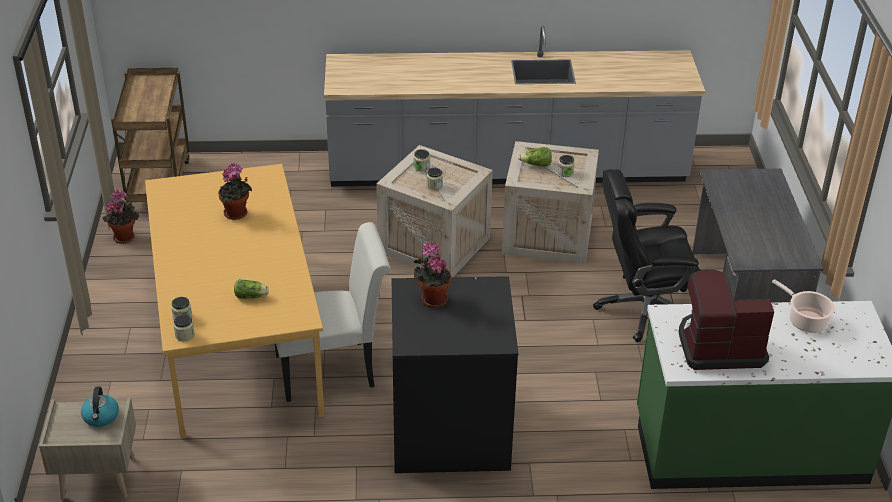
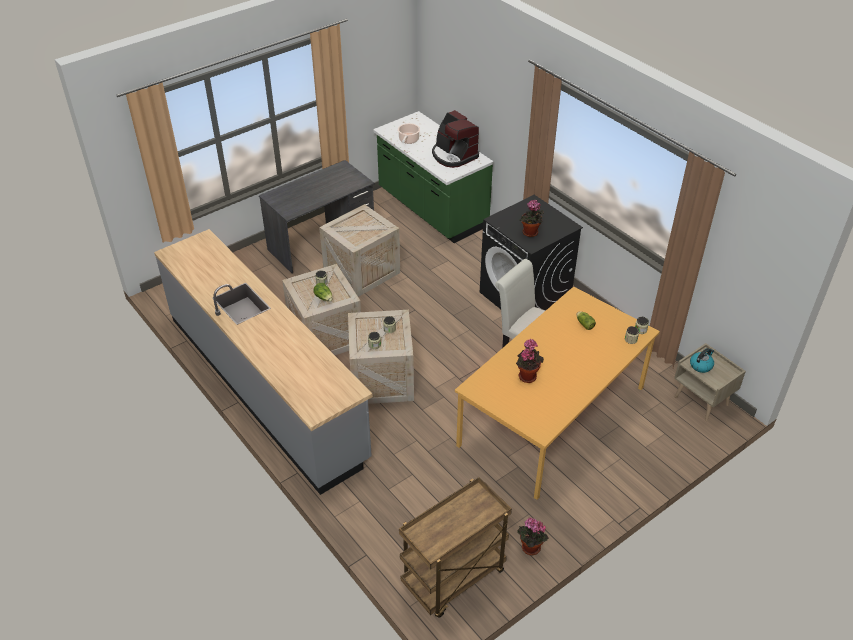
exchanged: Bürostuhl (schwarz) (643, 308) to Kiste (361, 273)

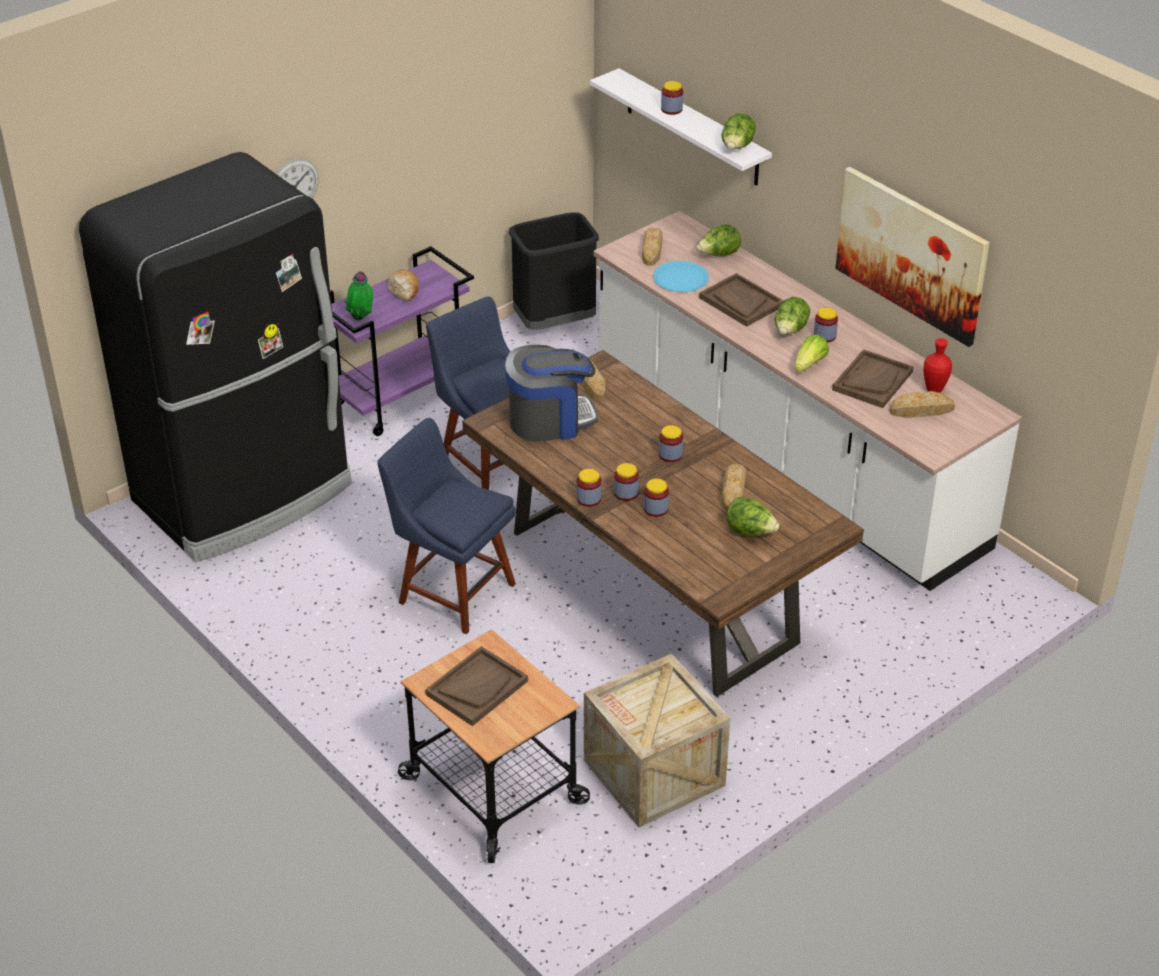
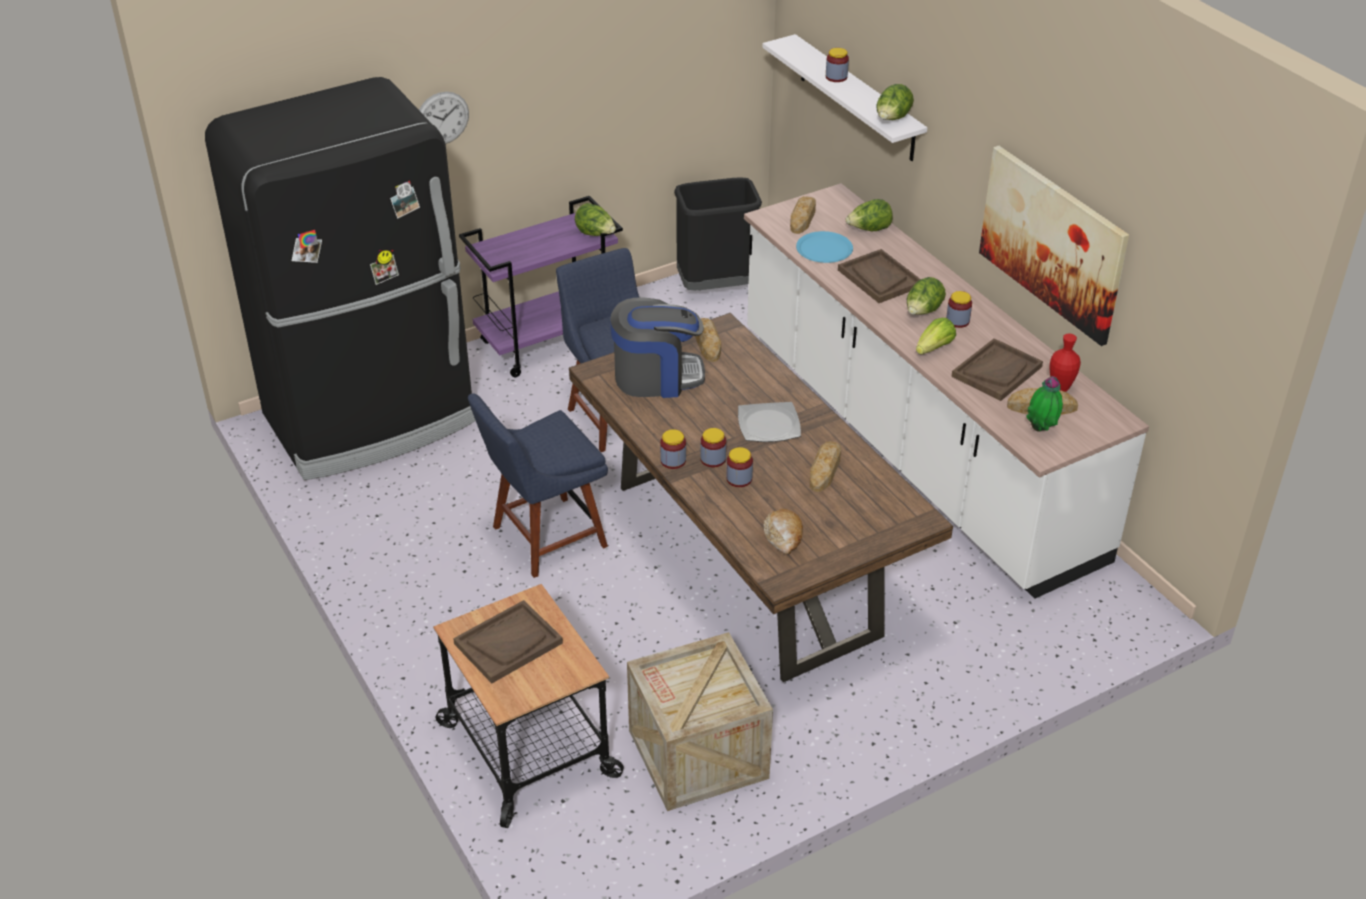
relocated: Brot (404, 290) to (783, 536); Topfpflanze (361, 319) to (1041, 430); Salatkopf (750, 531) to (595, 234)
exchanged: Vorratsglas (670, 455) to Teller (769, 425)
spun: Stuhl (blau) (452, 591) = (544, 539) 75 degrees counterclockwise

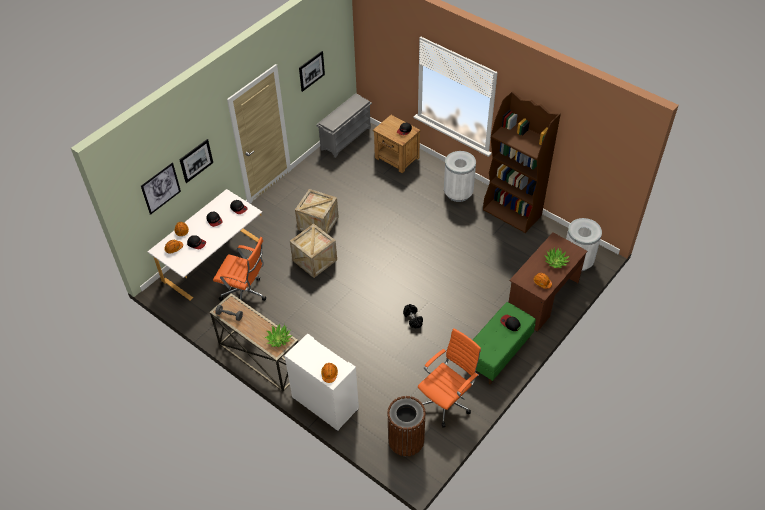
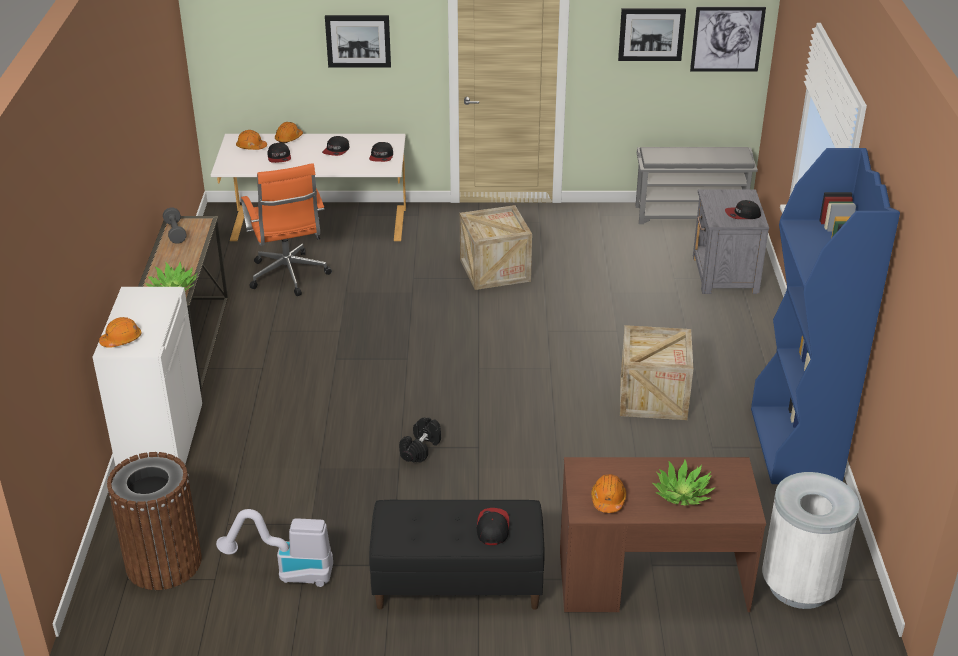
missing: Mülleimer (weiß) (458, 193)
relocated: Bild (161, 188) to (727, 39); Kiste (314, 260) to (653, 397)
exchanged: Bürostuhl (orange) (447, 402) to Staubsauger (286, 572)
colour: Bücherregal (braun) (512, 213) to Bücherregal (blau) (795, 446); Nachttisch (braun) (397, 158) to Nachttisch (grau) (724, 275); Bank (grün) (497, 353) to Bank (schwarz) (457, 584)

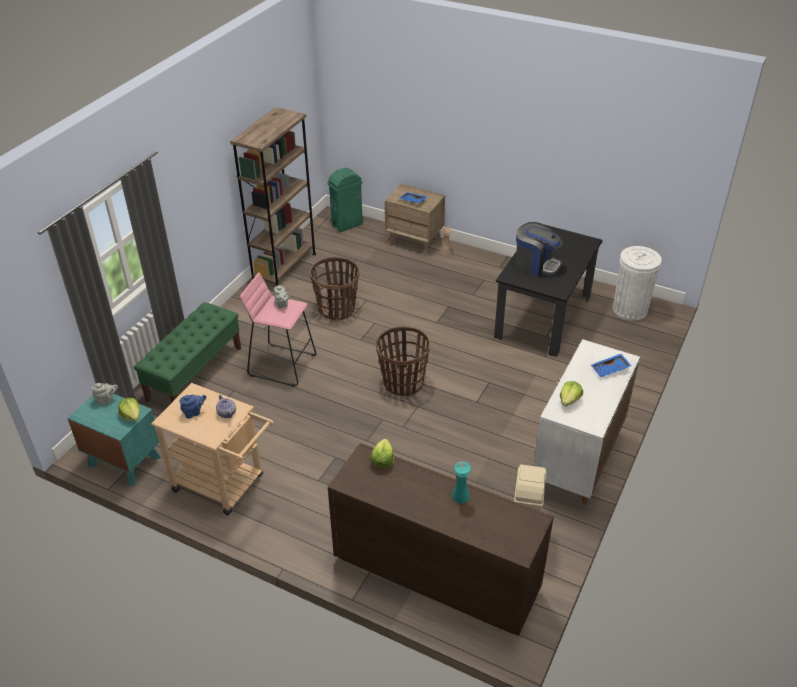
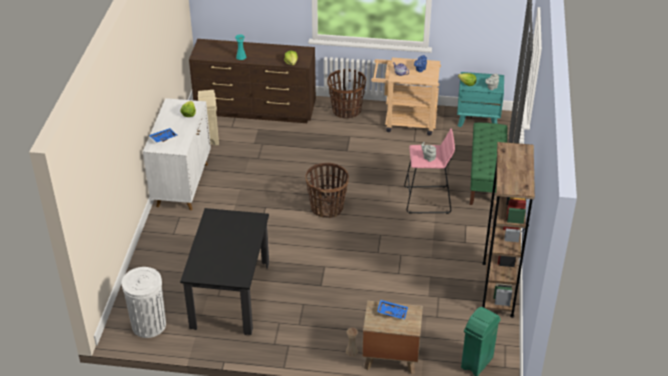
missing: Kaffeemaschine (536, 264)
relocated: Korb (337, 309) to (346, 110)

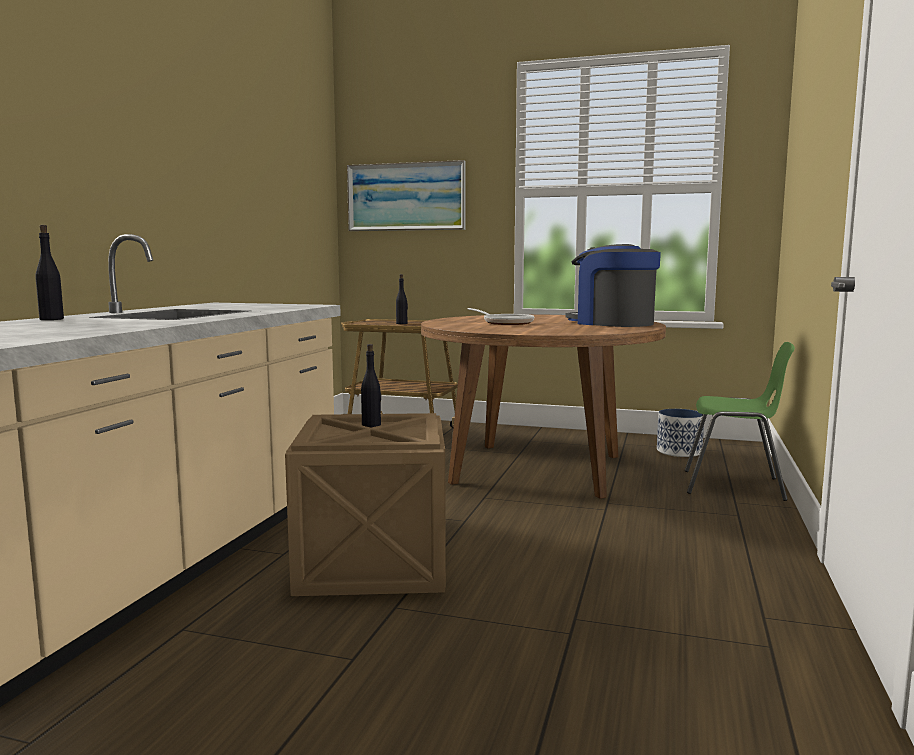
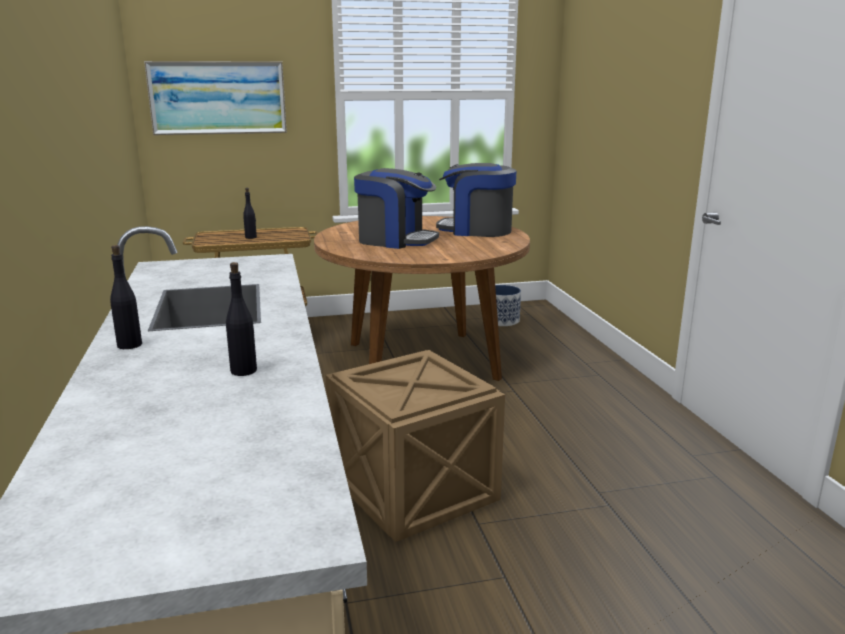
missing: Stuhl (grün) (734, 486)
relocated: Flasche (schwarz) (371, 425) to (244, 371)
exchanged: Pfanne (505, 323) to Kaffeemaschine (395, 240)

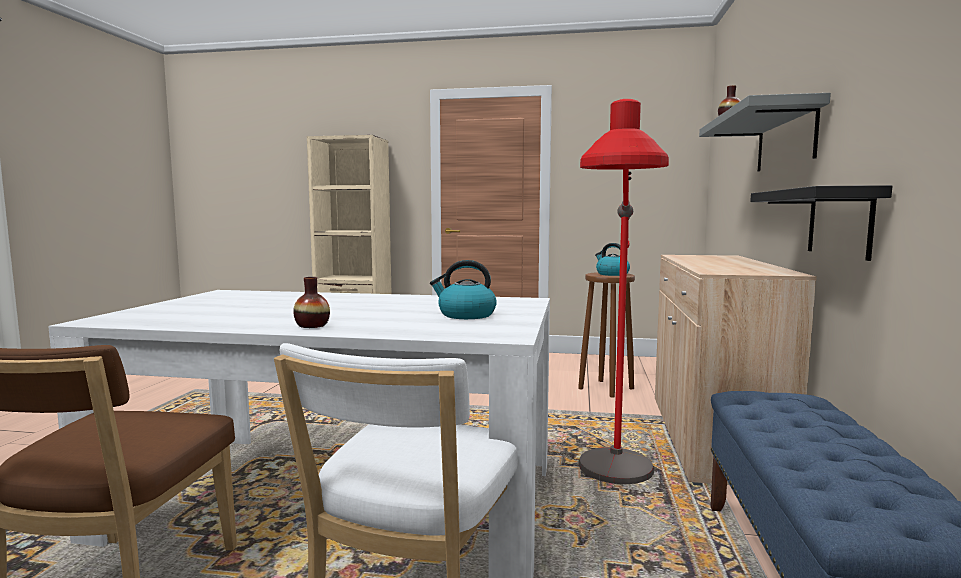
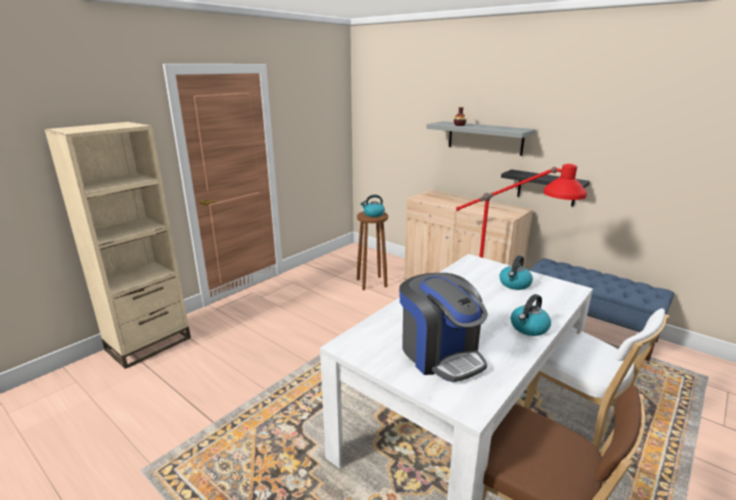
appeared: Kaffeemaschine (440, 354)
exchanged: Vase (312, 325) to Wasserkessel (529, 328)

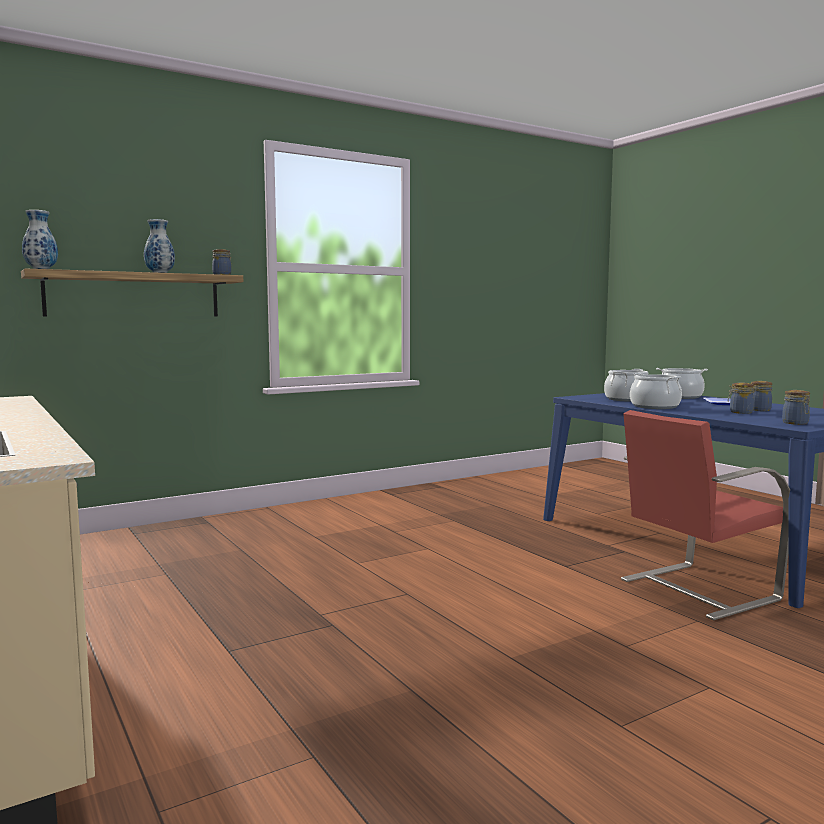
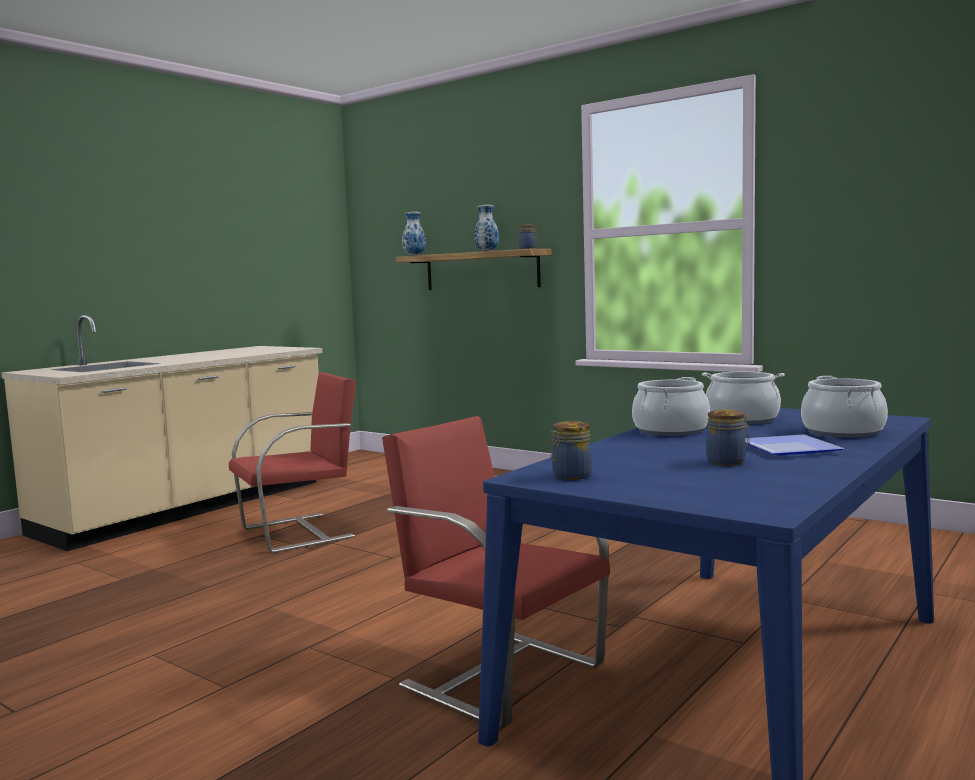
missing: Vorratsglas (740, 412)
appeared: Stuhl (rot) (300, 532)

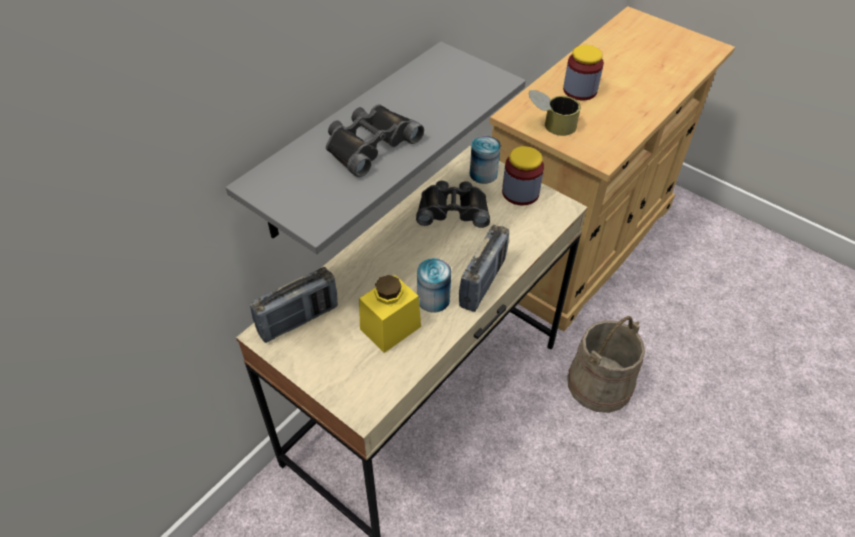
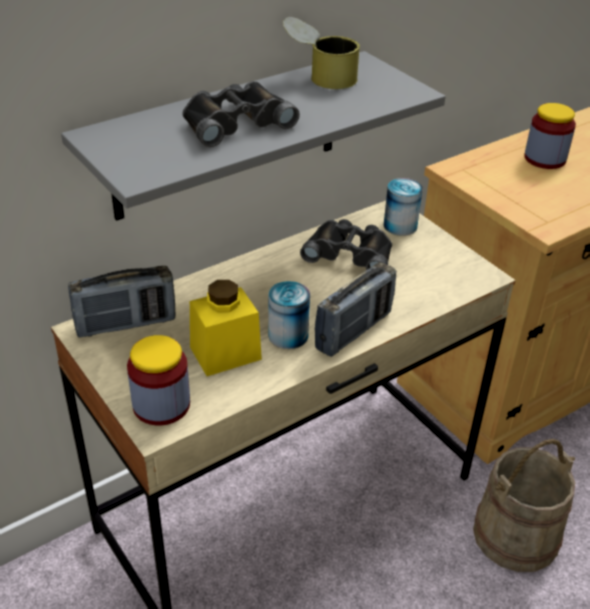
relocated: Dose (550, 125) to (320, 77); Vorratsglas (520, 193) to (161, 405)

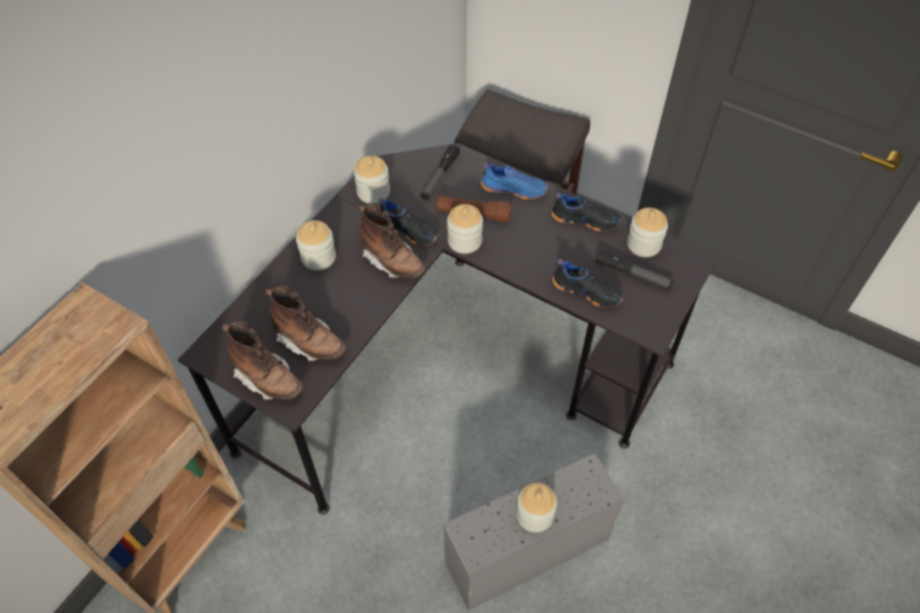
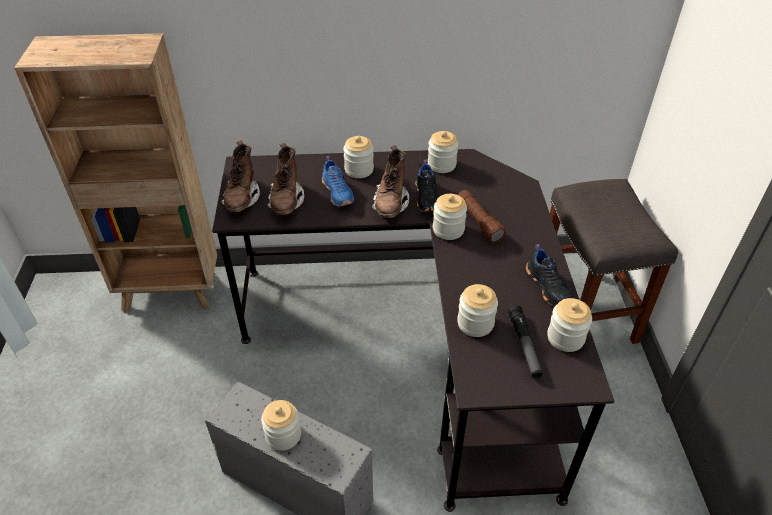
missing: Taschenlampe (439, 177)
relocated: Schuh (blau) (514, 188) to (338, 192)
exchanged: Schuh (schwarz) (587, 290) to Vorratsglas (475, 323)

